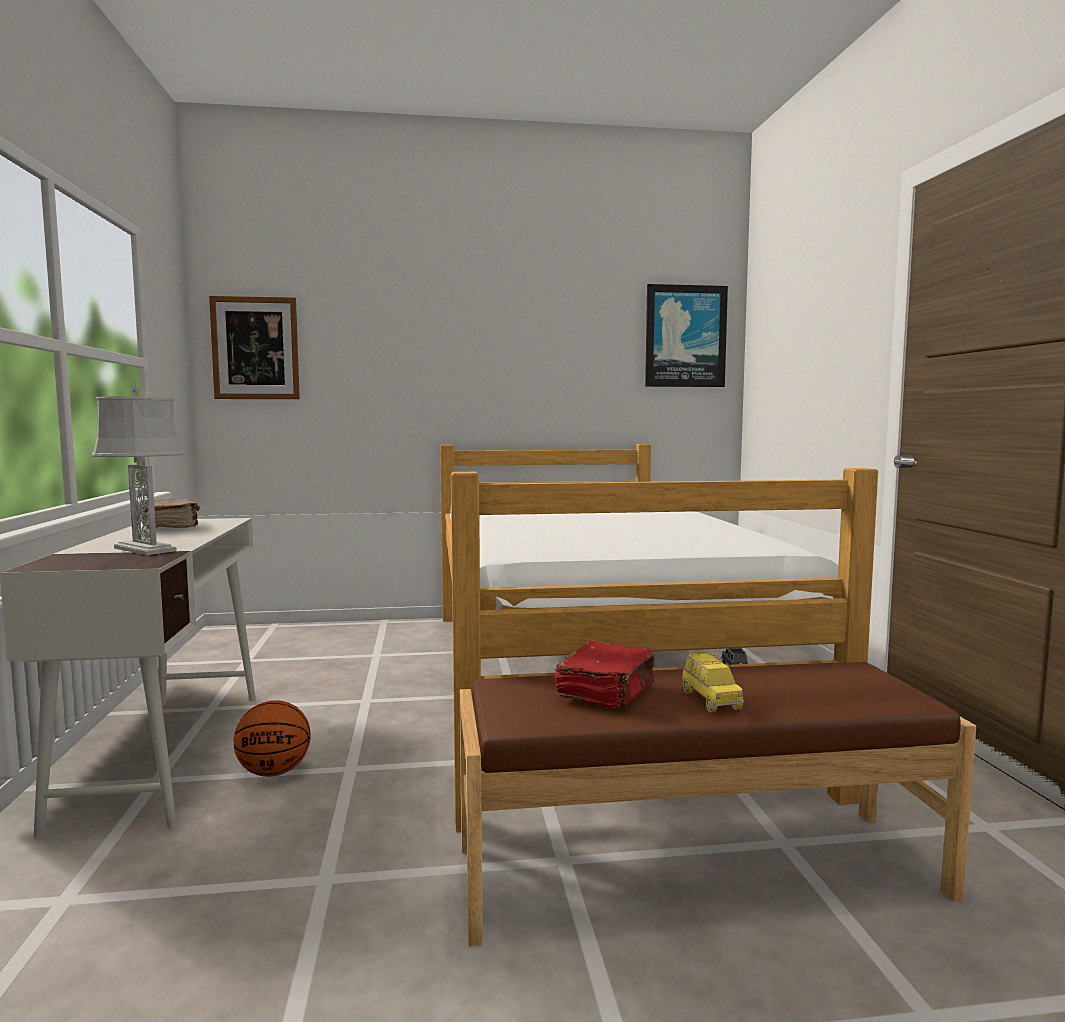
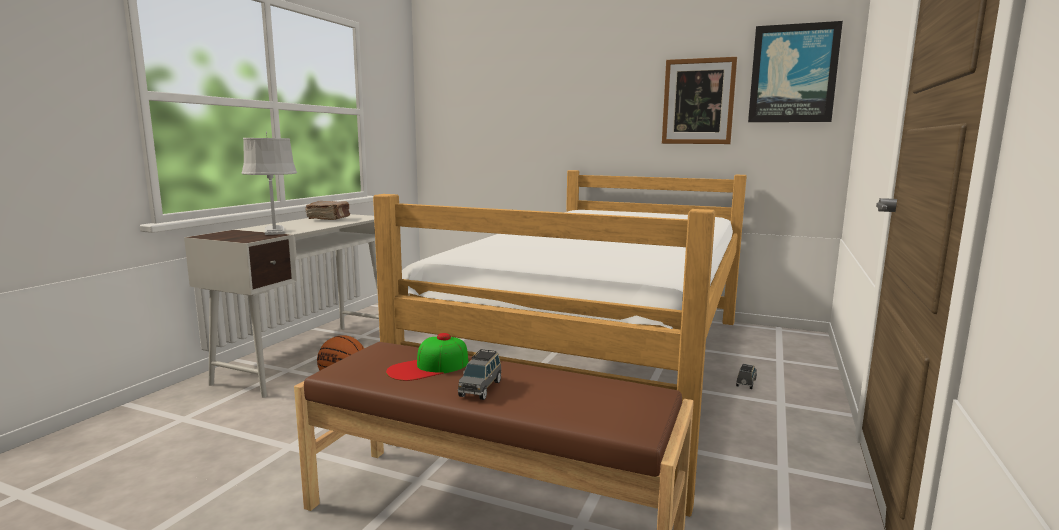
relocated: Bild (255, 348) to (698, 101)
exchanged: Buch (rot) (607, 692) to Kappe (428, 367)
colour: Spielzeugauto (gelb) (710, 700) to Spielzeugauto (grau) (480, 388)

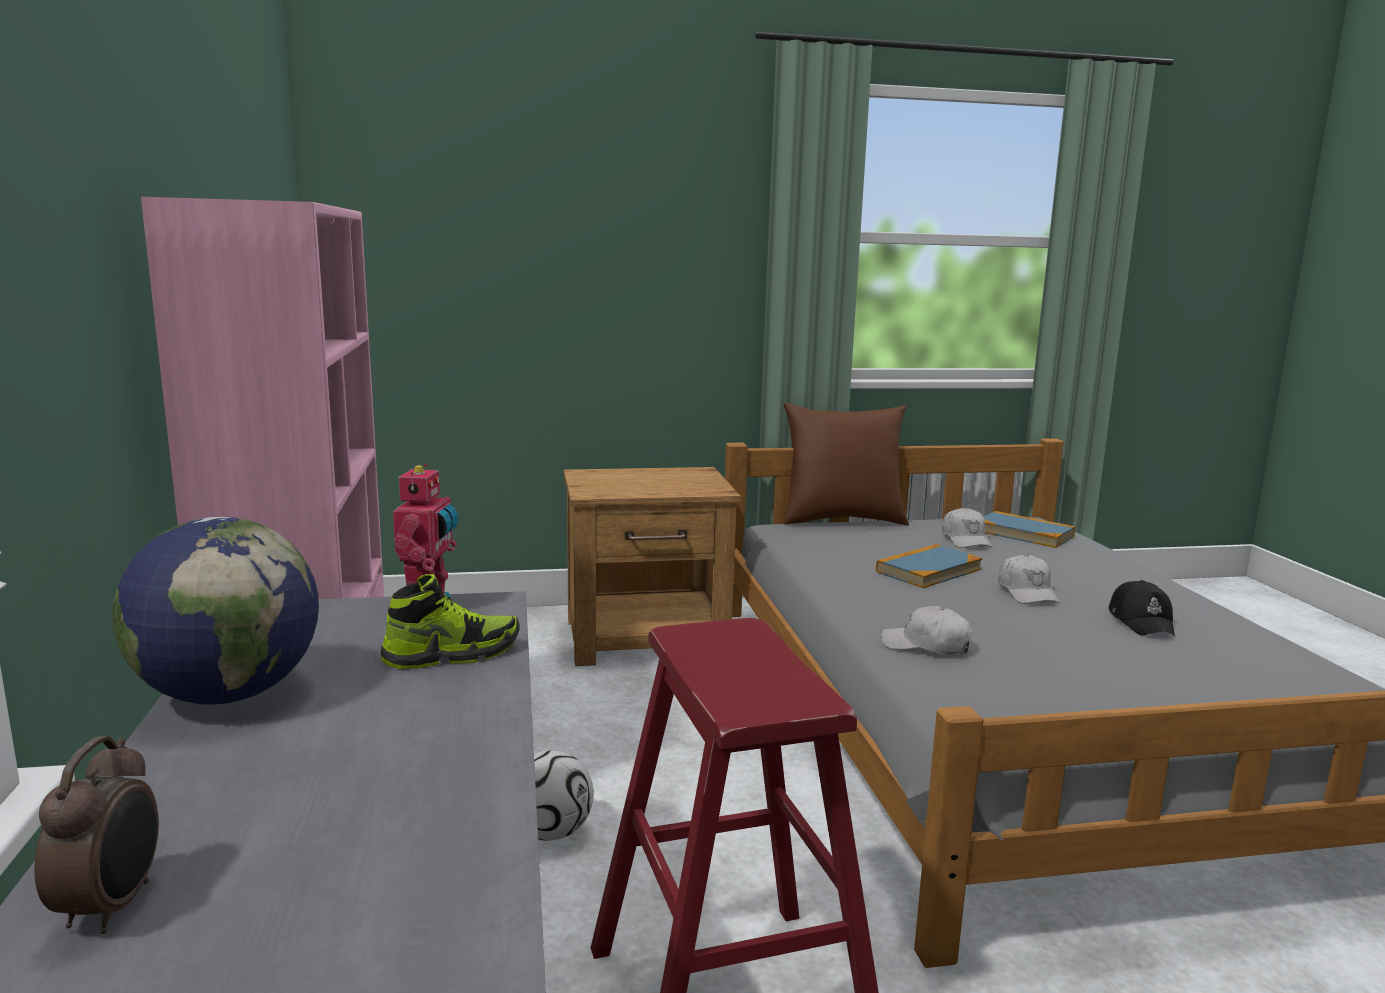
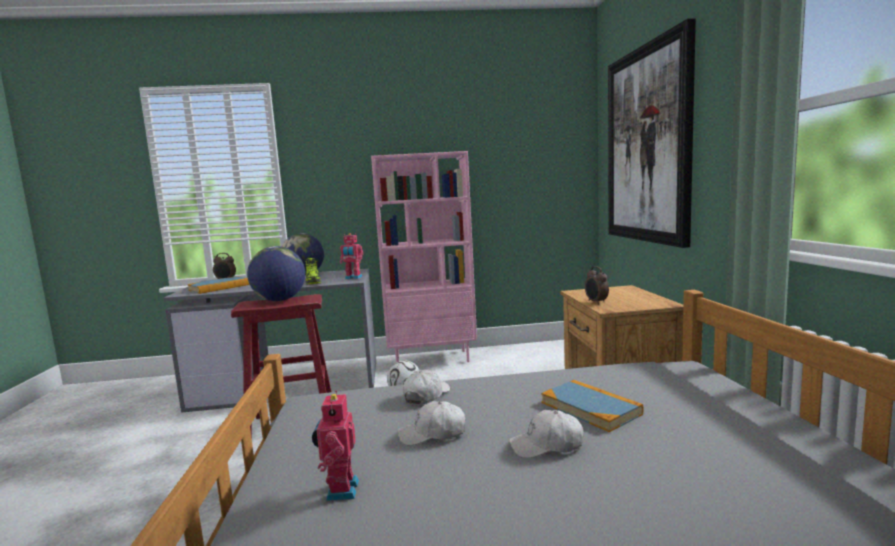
missing: Kissen (braun) (842, 519); Kappe (schwarz) (1142, 621)
appeared: Bild (647, 145); Globus (280, 300); Wecker (596, 302); Spielzeugroboter (340, 490)
relocated: Kappe (weiß) (965, 540) to (433, 434); Buch (1024, 533) to (219, 287)

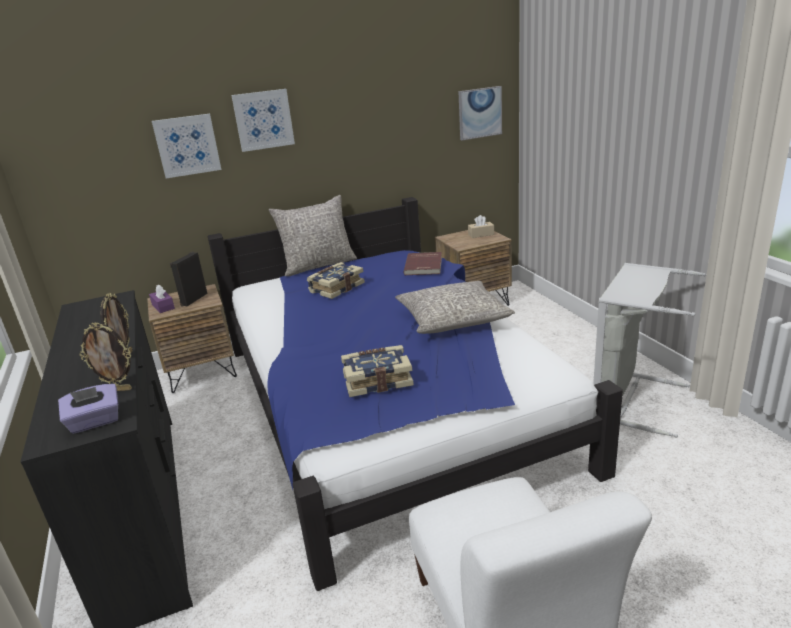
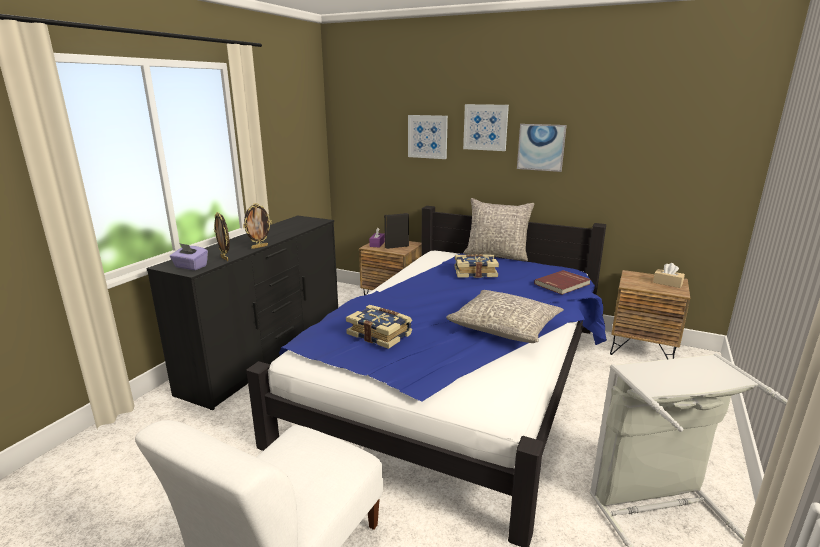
relocated: Bild (480, 113) to (541, 147)

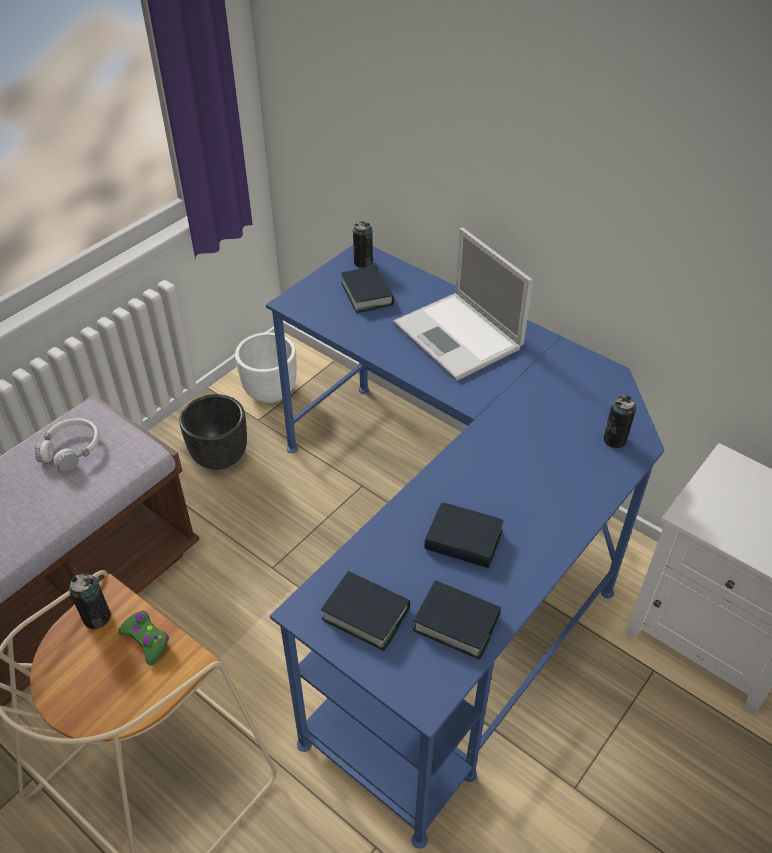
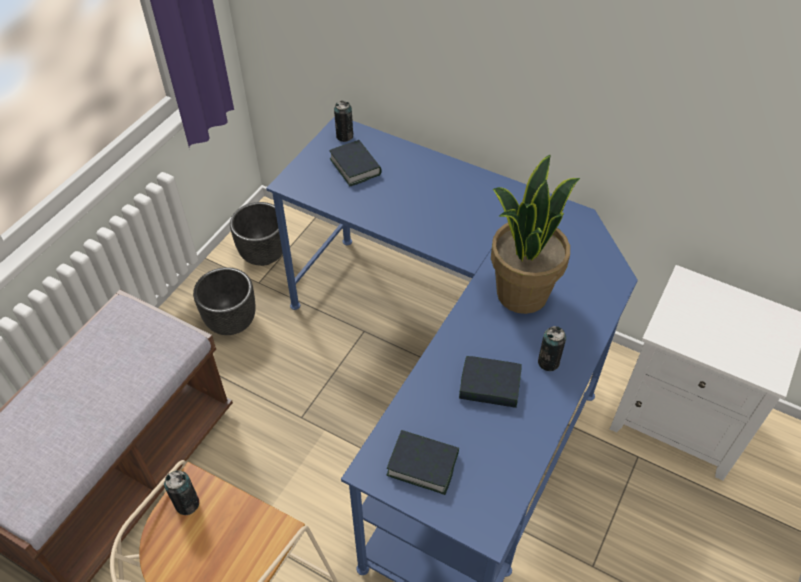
missing: Laptop (459, 337); Kopfhörer (weiß) (71, 449); Buch (456, 623); Gamepad (grün) (146, 640)
appeared: Topfpflanze (521, 292)
relocated: Dose (615, 439) to (548, 362)
colour: Pflanzkübel (weiß) (270, 391) to Pflanzkübel (schwarz) (263, 254)

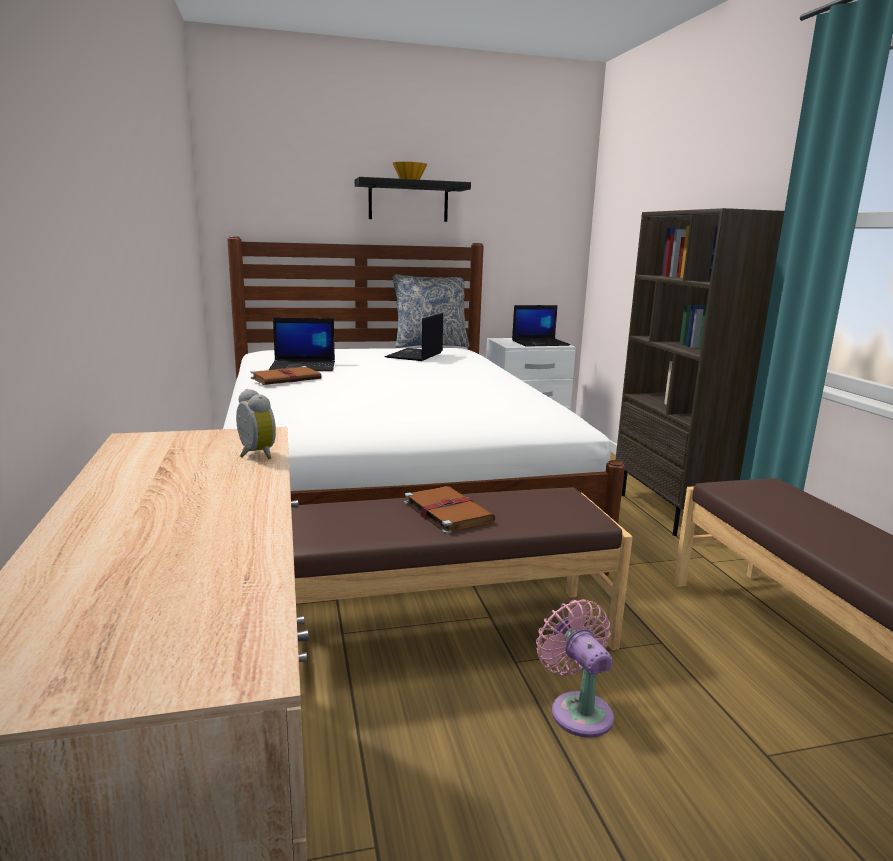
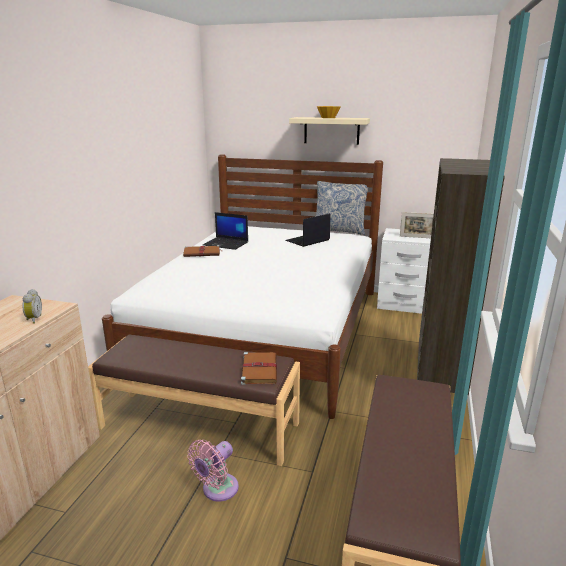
relocated: Buch (braun) (446, 512) to (259, 369)
exchanged: Laptop (540, 343) to Bilderrahmen (417, 237)
colour: Wandregal (schwarz) (408, 201) to Wandregal (beige) (331, 130)
spun: Ventilator (rosa) (578, 710) = (217, 490) 150 degrees counterclockwise

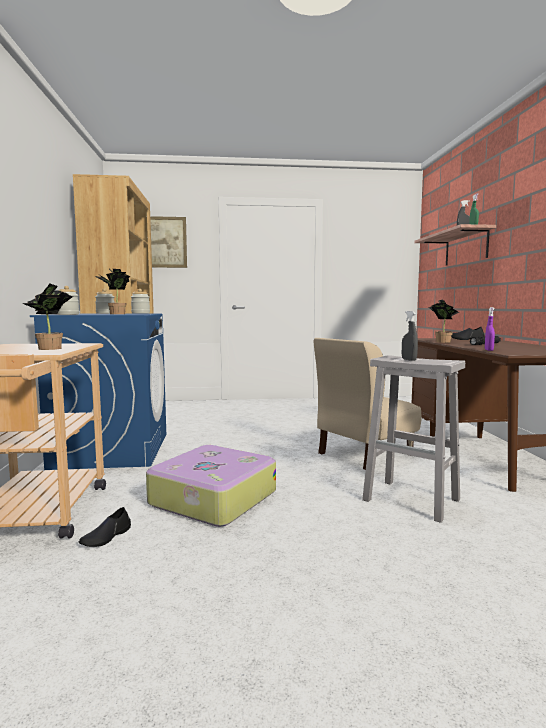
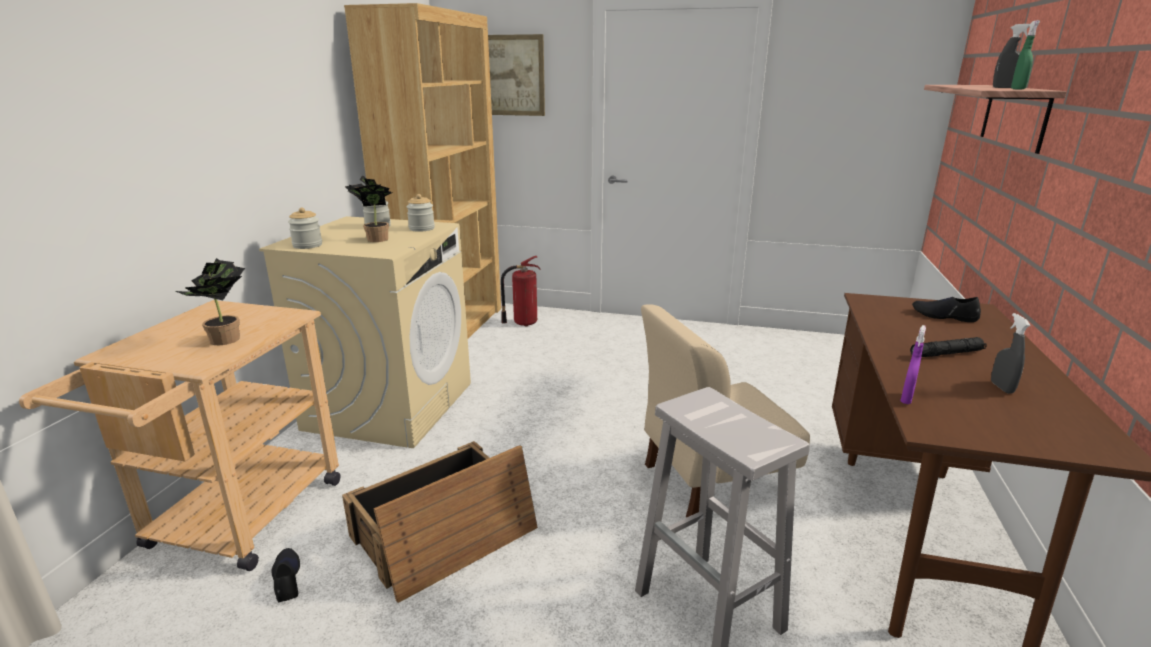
missing: Topfpflanze (441, 342)
appeared: Feuerlöscher (523, 323)
relocated: Sprühflasche (grau) (409, 360) to (1001, 387)
exchanged: Koffer (211, 498) to Kiste (443, 534)
colour: Waschmaschine (blau) (112, 450) to Waschmaschine (beige) (390, 405)
spun: Schuh (schwarz) (106, 537) = (286, 579) 105 degrees clockwise

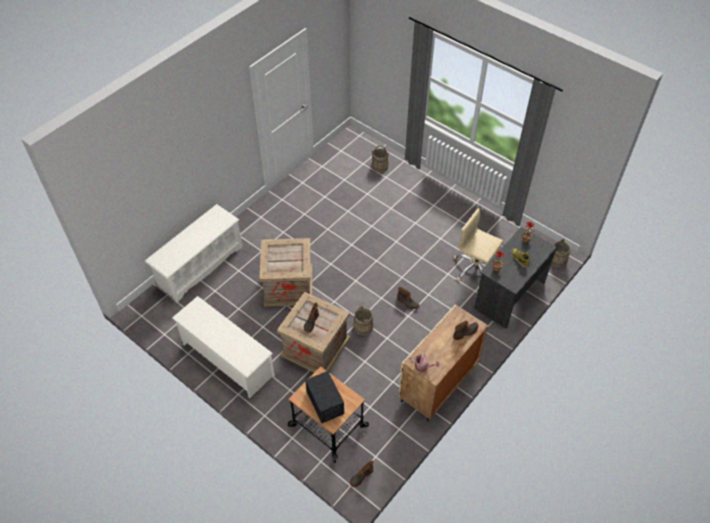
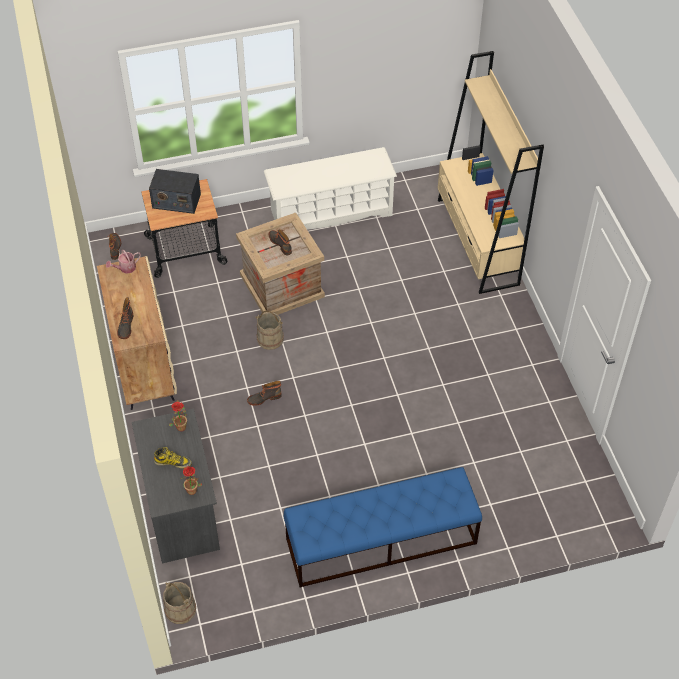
missing: Eimer (beige) (380, 166); Bürostuhl (beige) (475, 268); Kiste (288, 285)
appeared: Bank (blau) (380, 541)
exchanged: Schuhregal (weiß) (200, 266) to Bücherregal (beige) (477, 242)

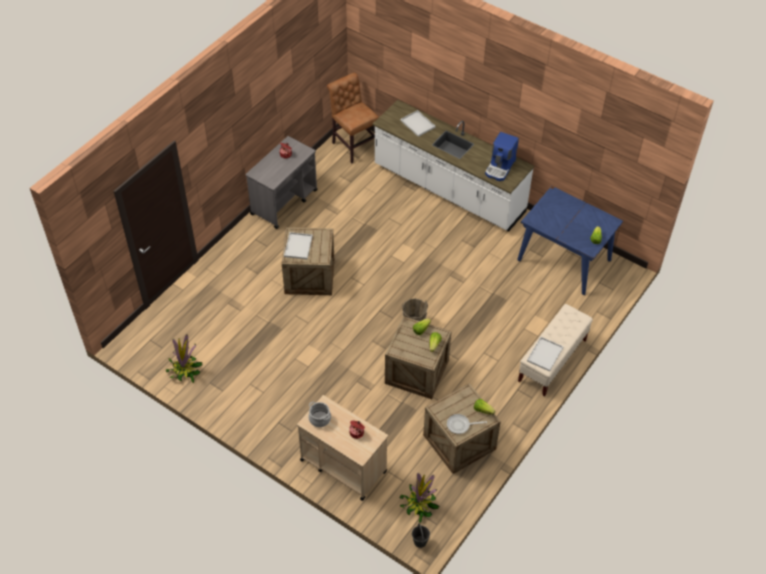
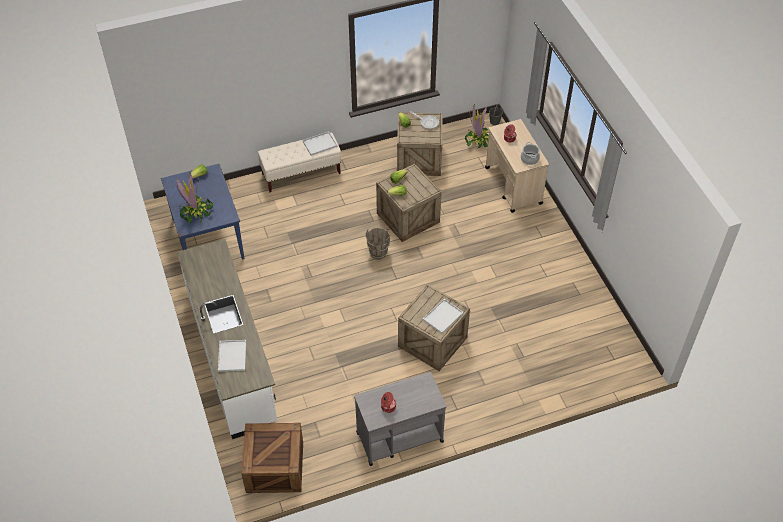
missing: Kaffeemaschine (500, 167)
relocated: Topfpflanze (184, 369) to (195, 211)
exchanged: Stuhl (braun) (353, 145) to Kiste (274, 468)

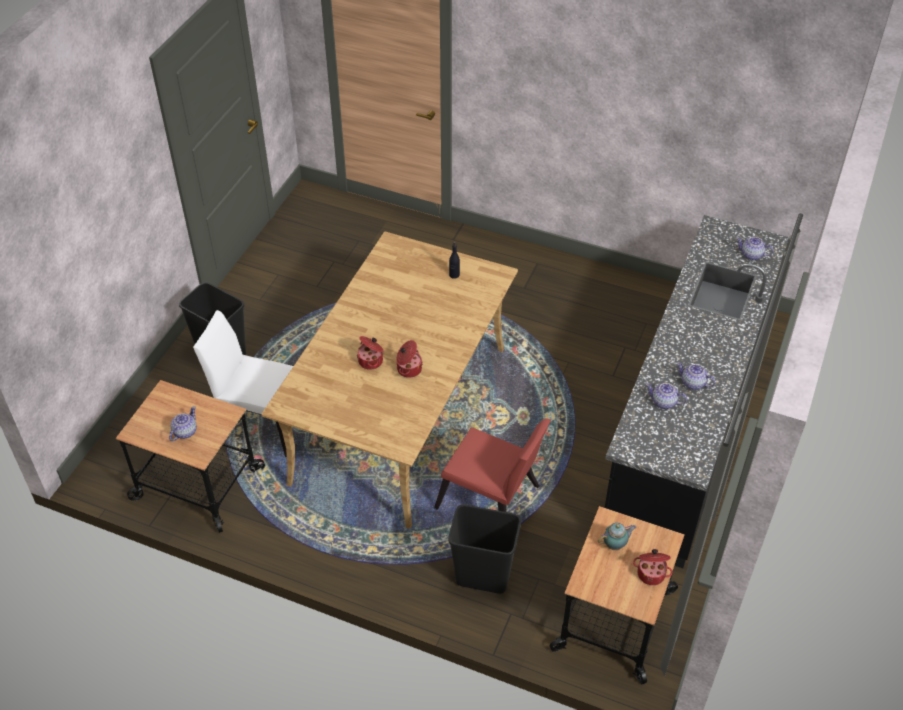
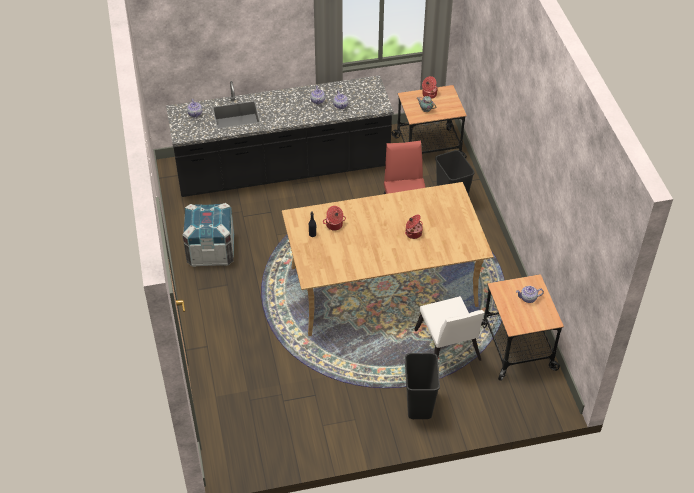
appeared: Kiste (211, 251)
relocated: Kochtopf (408, 369) to (334, 225)

